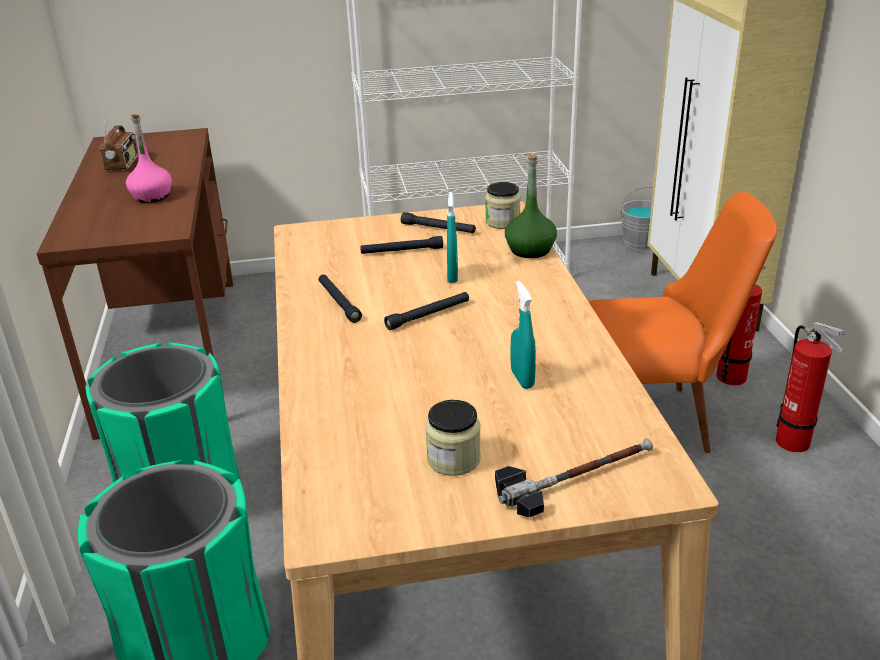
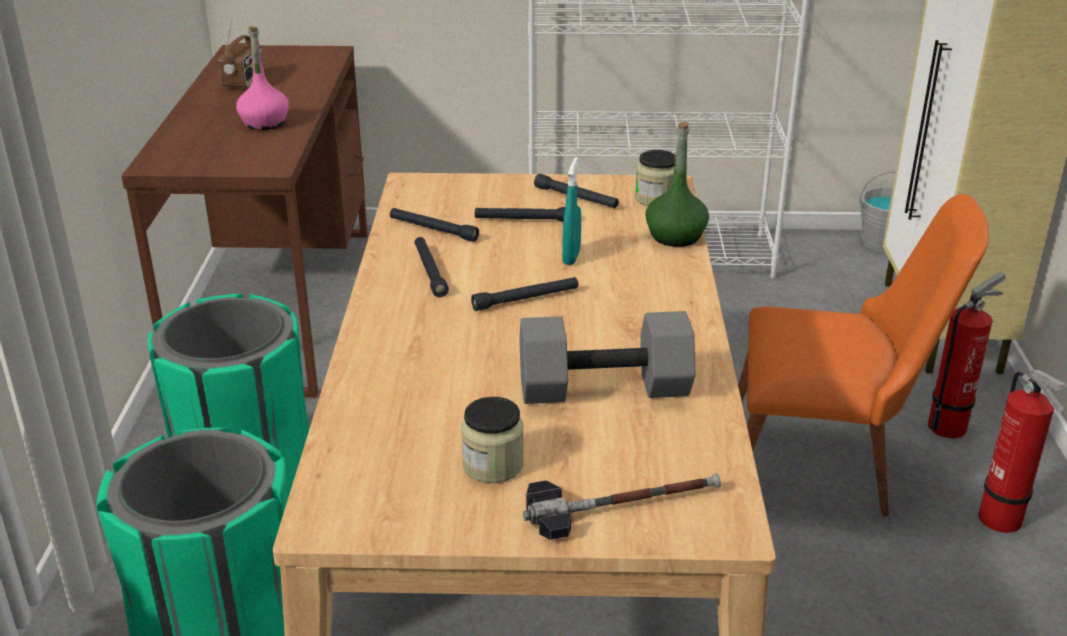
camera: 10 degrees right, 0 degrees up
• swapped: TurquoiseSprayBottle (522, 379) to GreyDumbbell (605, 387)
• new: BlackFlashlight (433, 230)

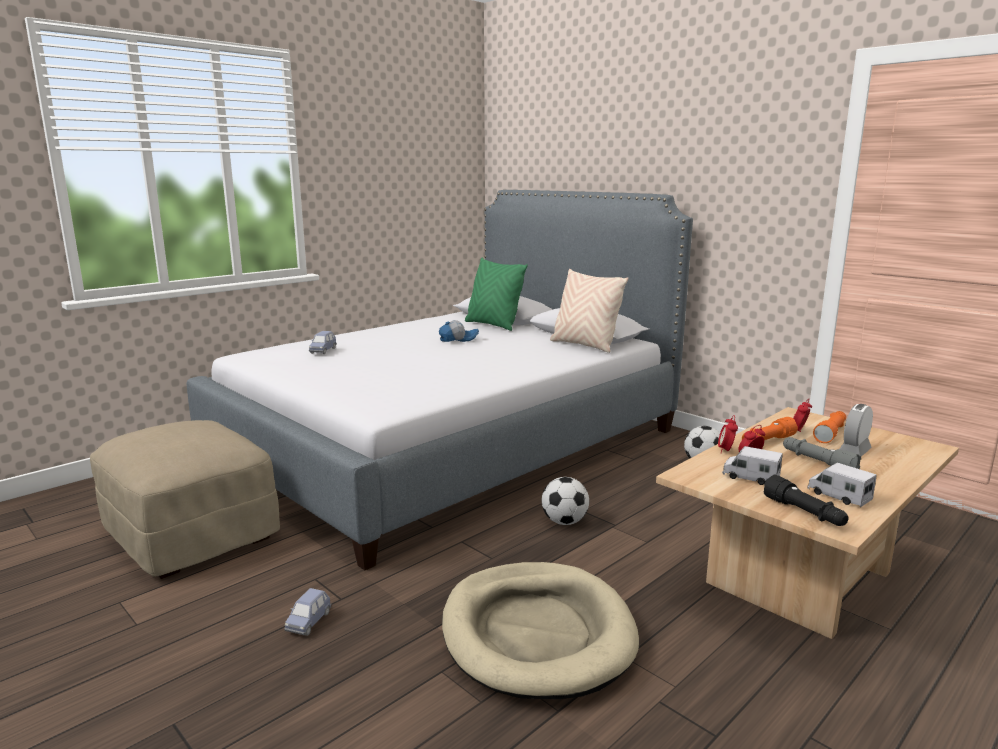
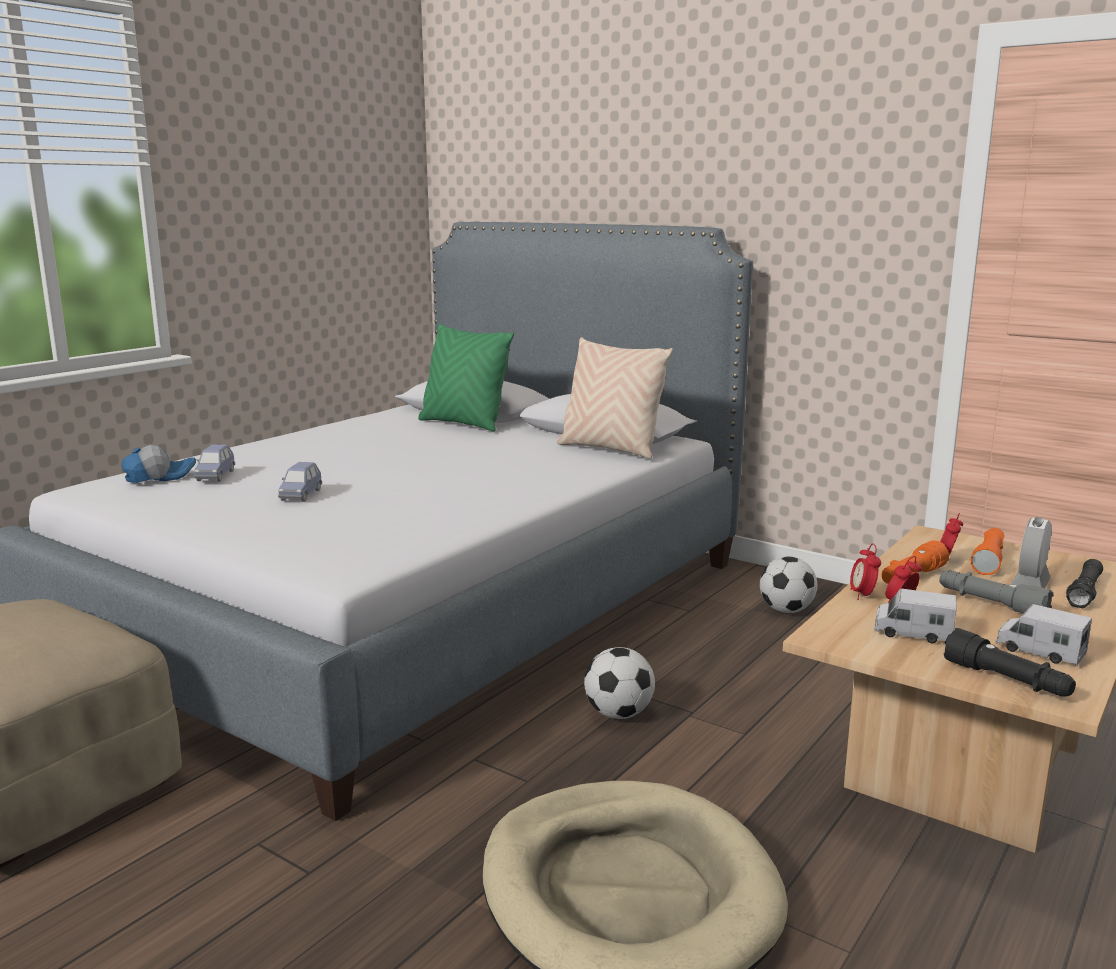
camera: 10 degrees left, 0 degrees up
• shifted: BlueToyCar (309, 622) to (301, 495)
• shifted: Cap (458, 339) to (160, 477)
• new: BlackFlashlight (1084, 592)

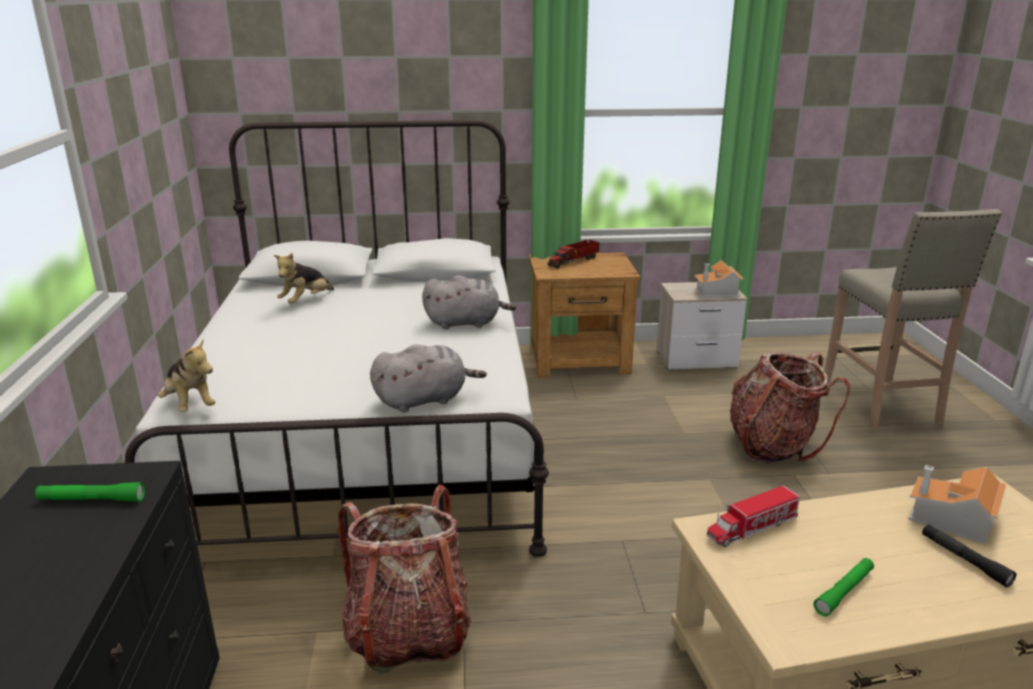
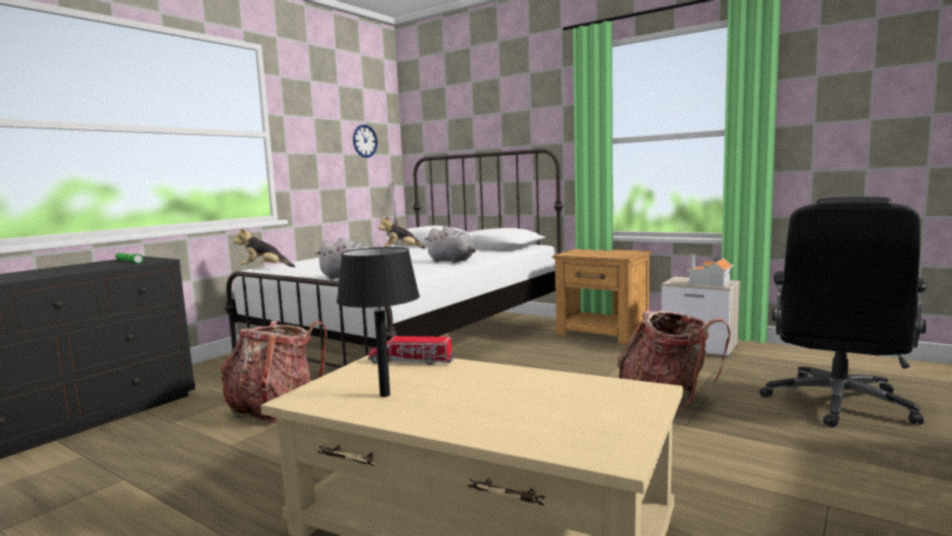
camera: 40 degrees right, 15 degrees down
• rotated: PlushToy (189, 405) = (264, 268) 90 degrees clockwise
• gone: ToyTruck (574, 261)
• swapped: GreenFlashlight (844, 592) to BlackTableLamp (385, 395)
• swapped: BeigeStool (881, 405) to BlackOfficeChair (837, 404)
• gone: ToyHouse (953, 520)
• gone: BlackFlashlight (964, 560)
• new: WallClock (365, 141)

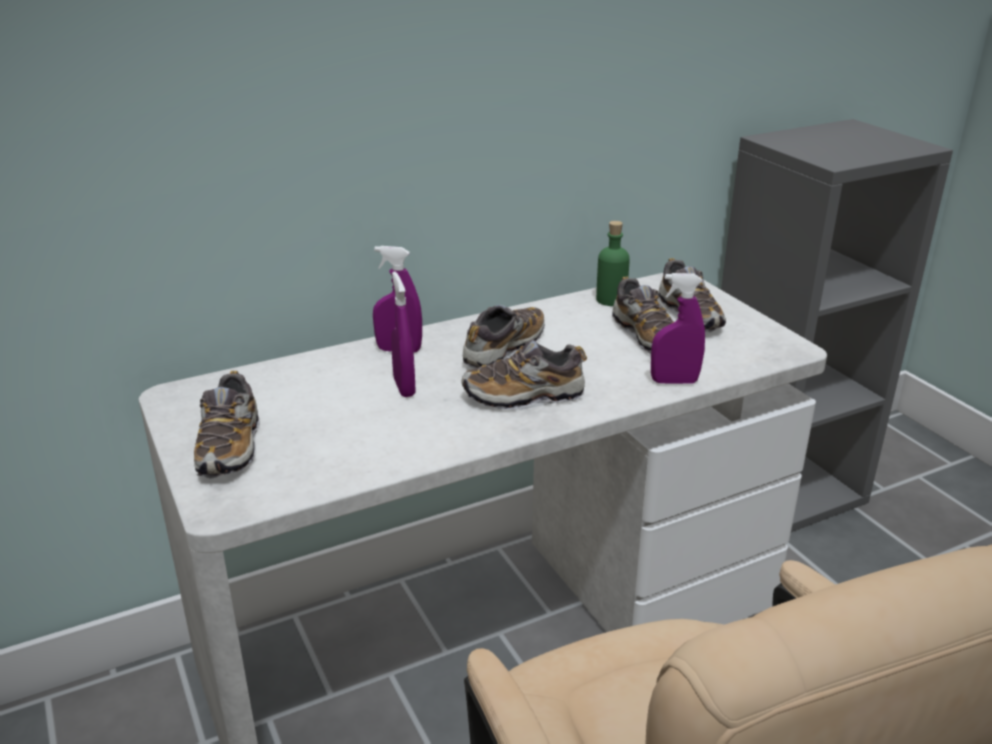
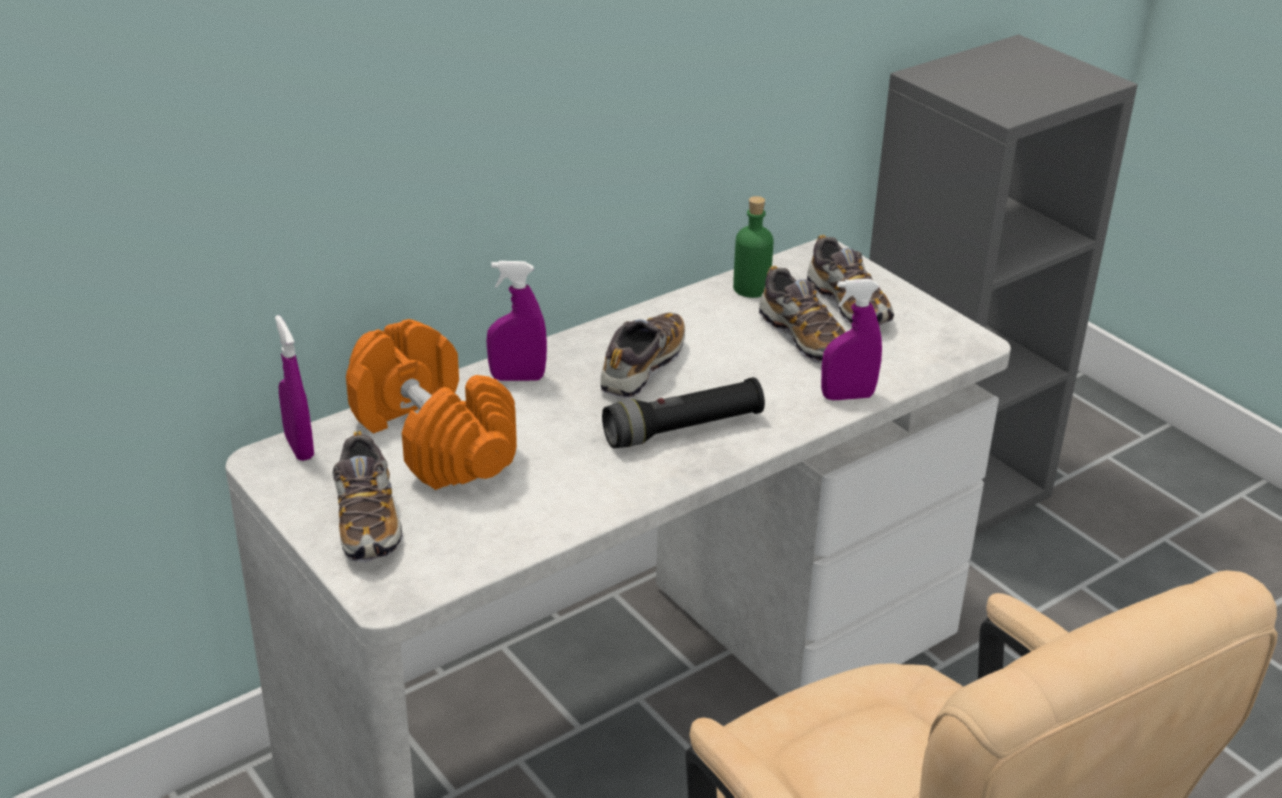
camera: 10 degrees left, 5 degrees up
• shifted: PurpleSprayBottle (404, 387) to (299, 447)
• swapped: Shoe (524, 396) to BlackFlashlight (683, 429)
• new: OrangeDumbbell (434, 439)

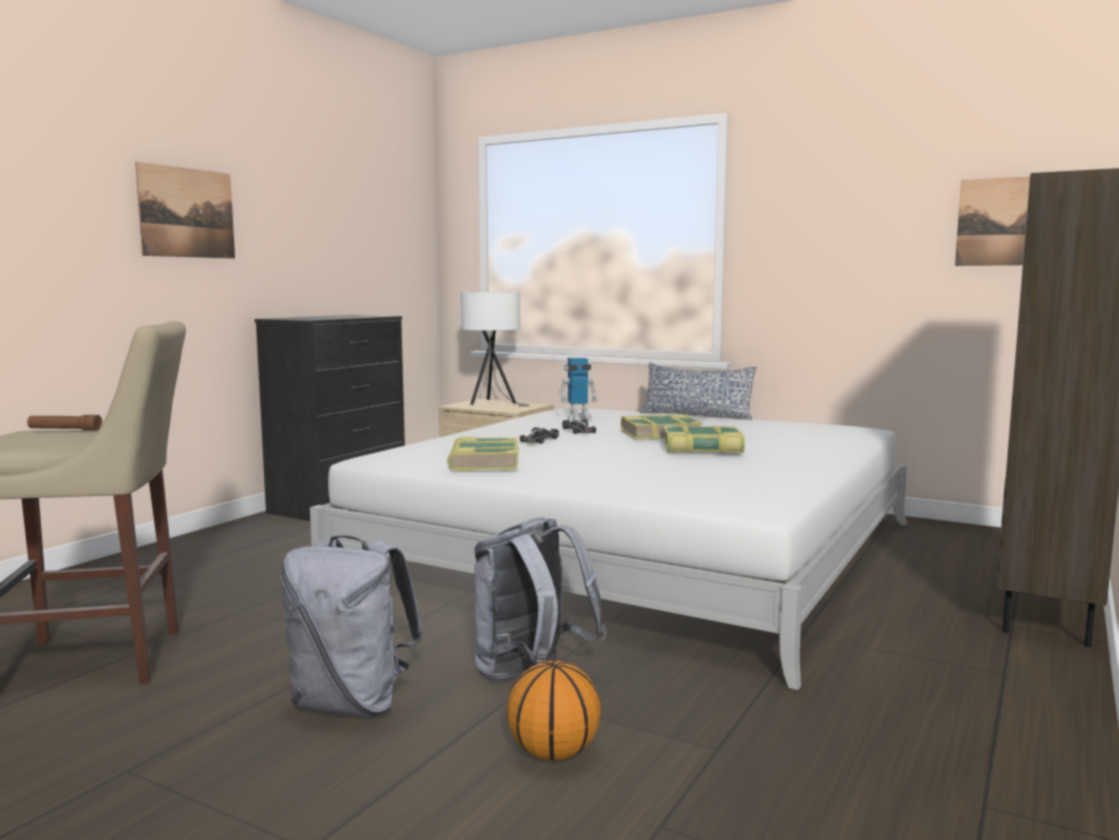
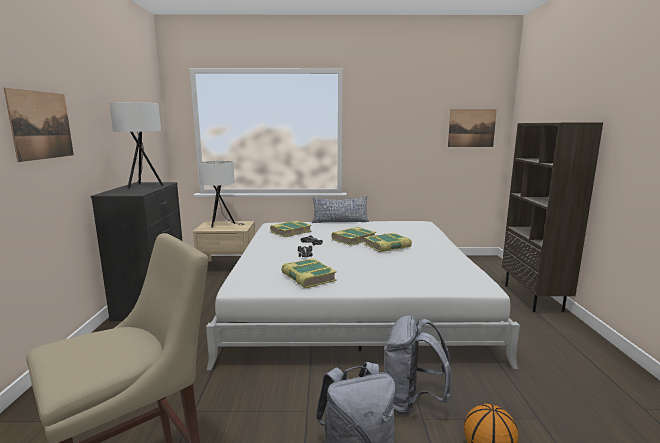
camera: 30 degrees left, 5 degrees up
• gone: BrownFlashlight (64, 429)
• swapped: ToyRobot (578, 418) to Book (290, 232)
• new: WhiteTableLamp (143, 186)

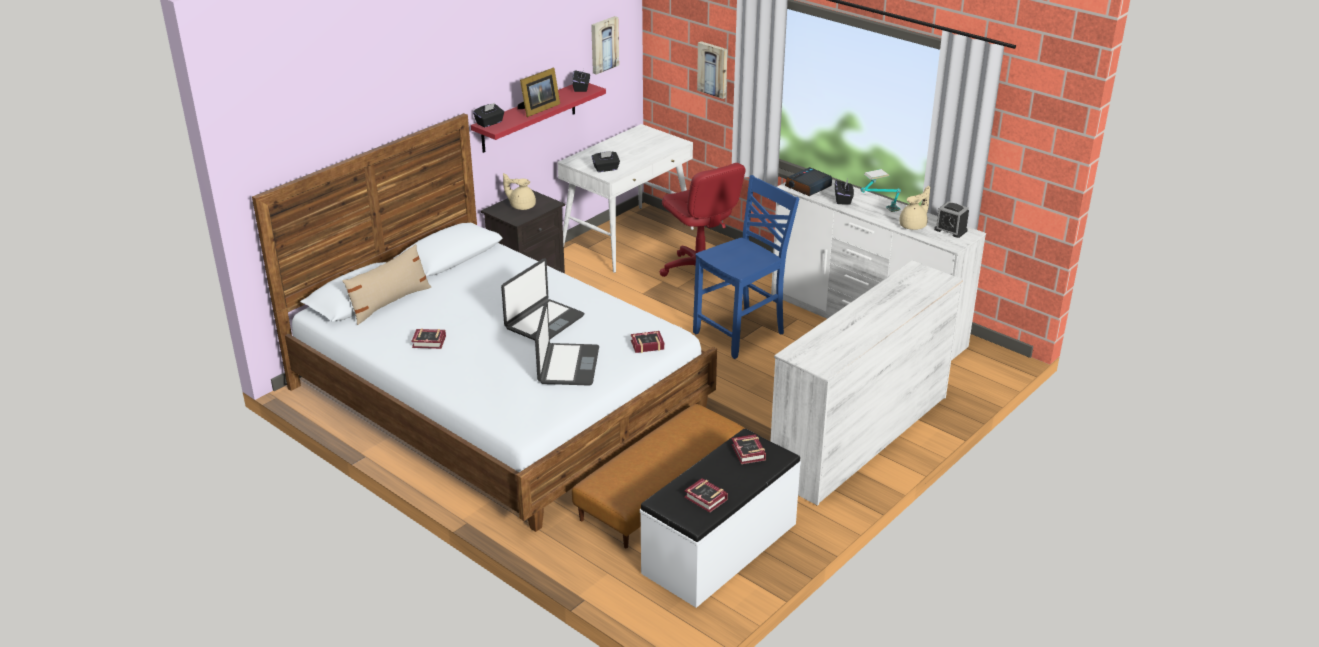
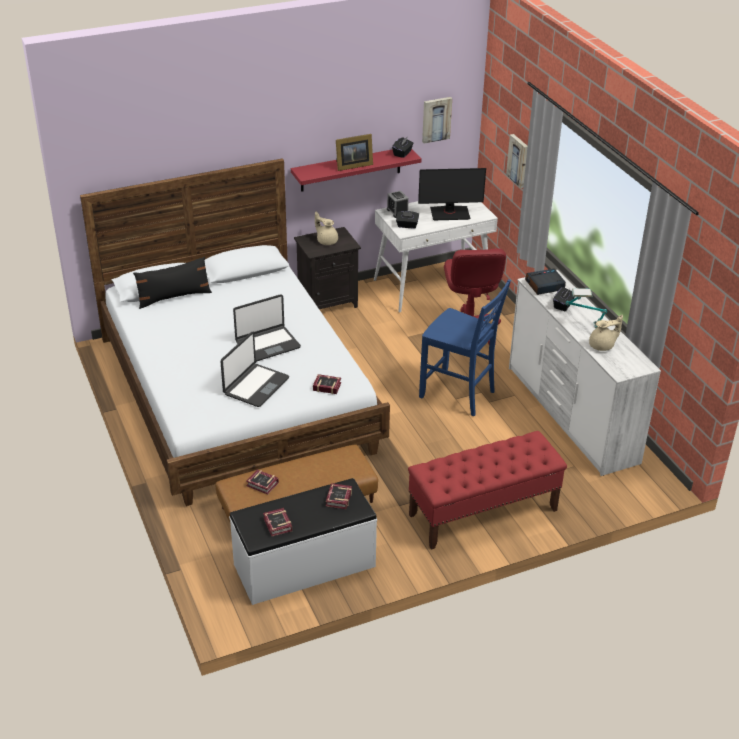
camera: 25 degrees right, 5 degrees up
• repainted: BeigePillow (389, 303) to BlackPillow (174, 297)
• shifted: Book (430, 342) to (263, 485)
• gone: BlackTissueBox (489, 123)
• rotated: BlueChair (741, 334) = (459, 394) 45 degrees clockwise
• swapped: WhiteDresser (859, 437) to RedBench (482, 513)
• shifted: AlarmClock (950, 230) to (397, 212)
• new: Monitor (450, 213)

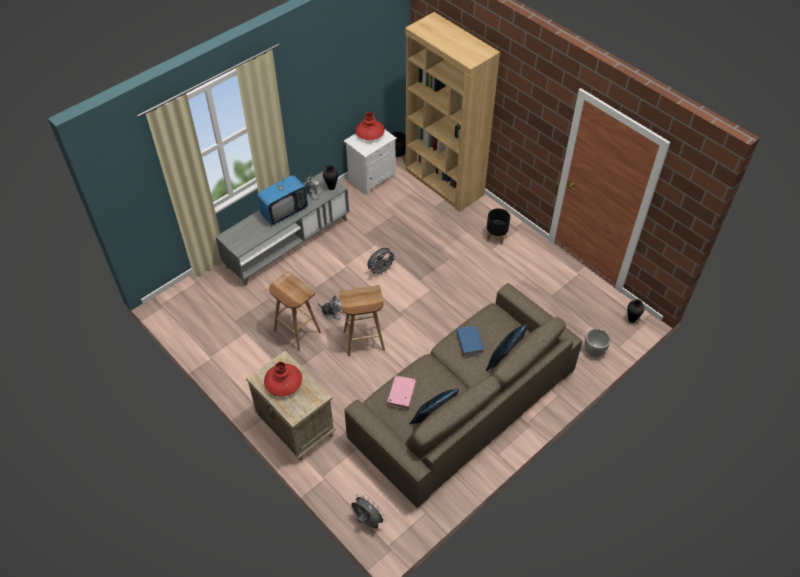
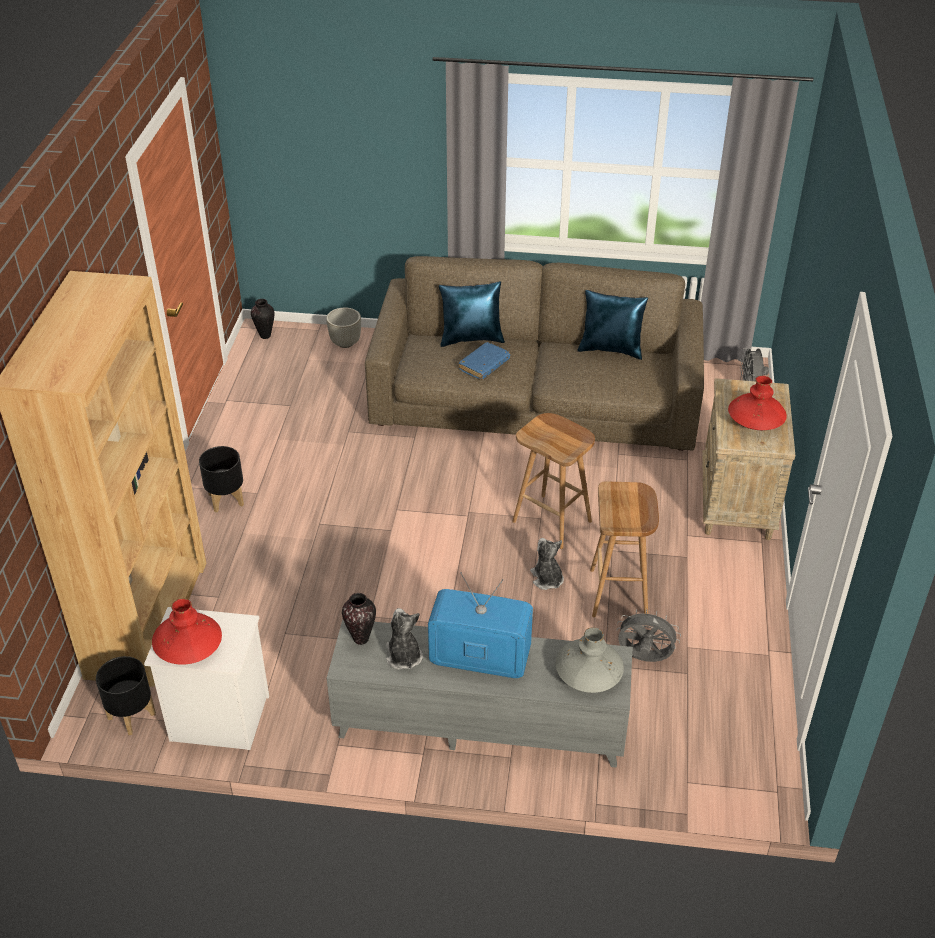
camera: 130 degrees left, 10 degrees down
• shifted: GreyFan (381, 271) to (644, 658)
• gone: PinkBook (401, 394)
• new: GreyVase (588, 673)

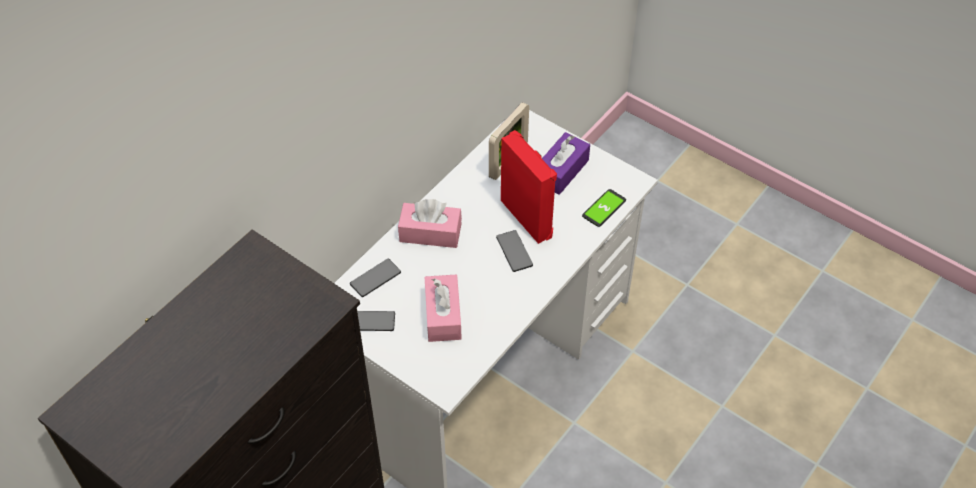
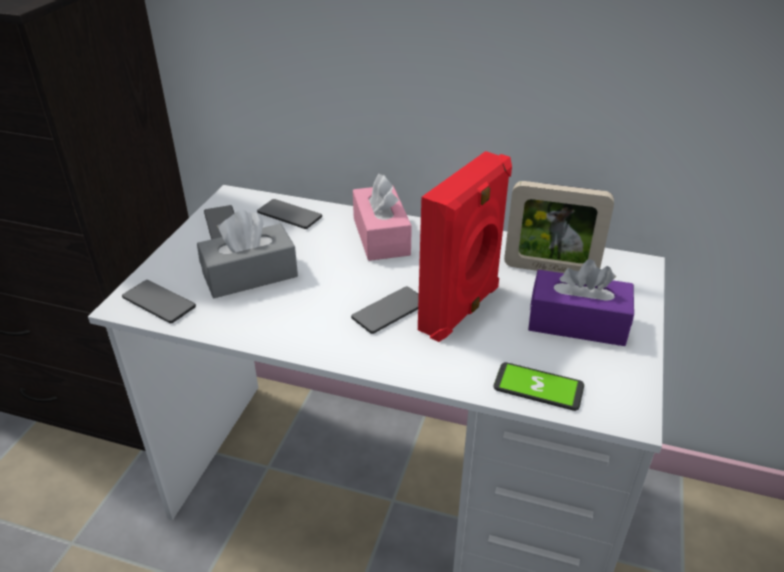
camera: 70 degrees right, 15 degrees down
• repainted: PinkTissueBox (443, 315) to GreyTissueBox (250, 275)
• new: Phone (159, 302)

